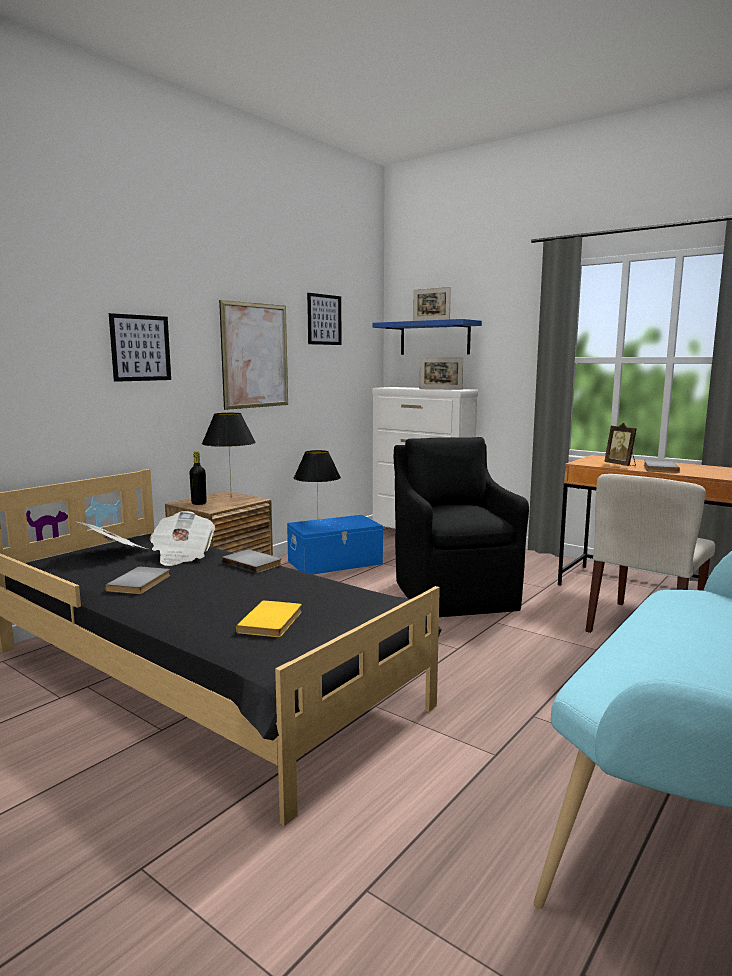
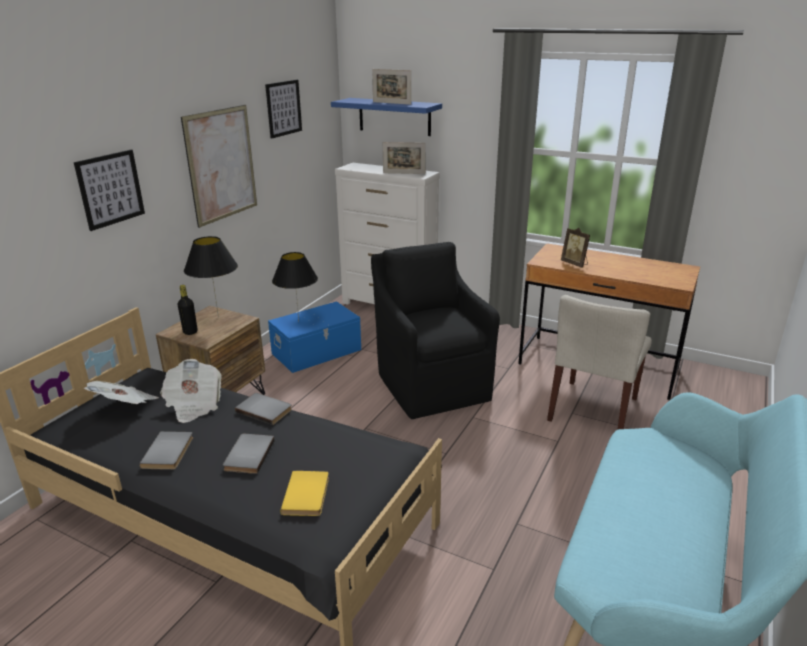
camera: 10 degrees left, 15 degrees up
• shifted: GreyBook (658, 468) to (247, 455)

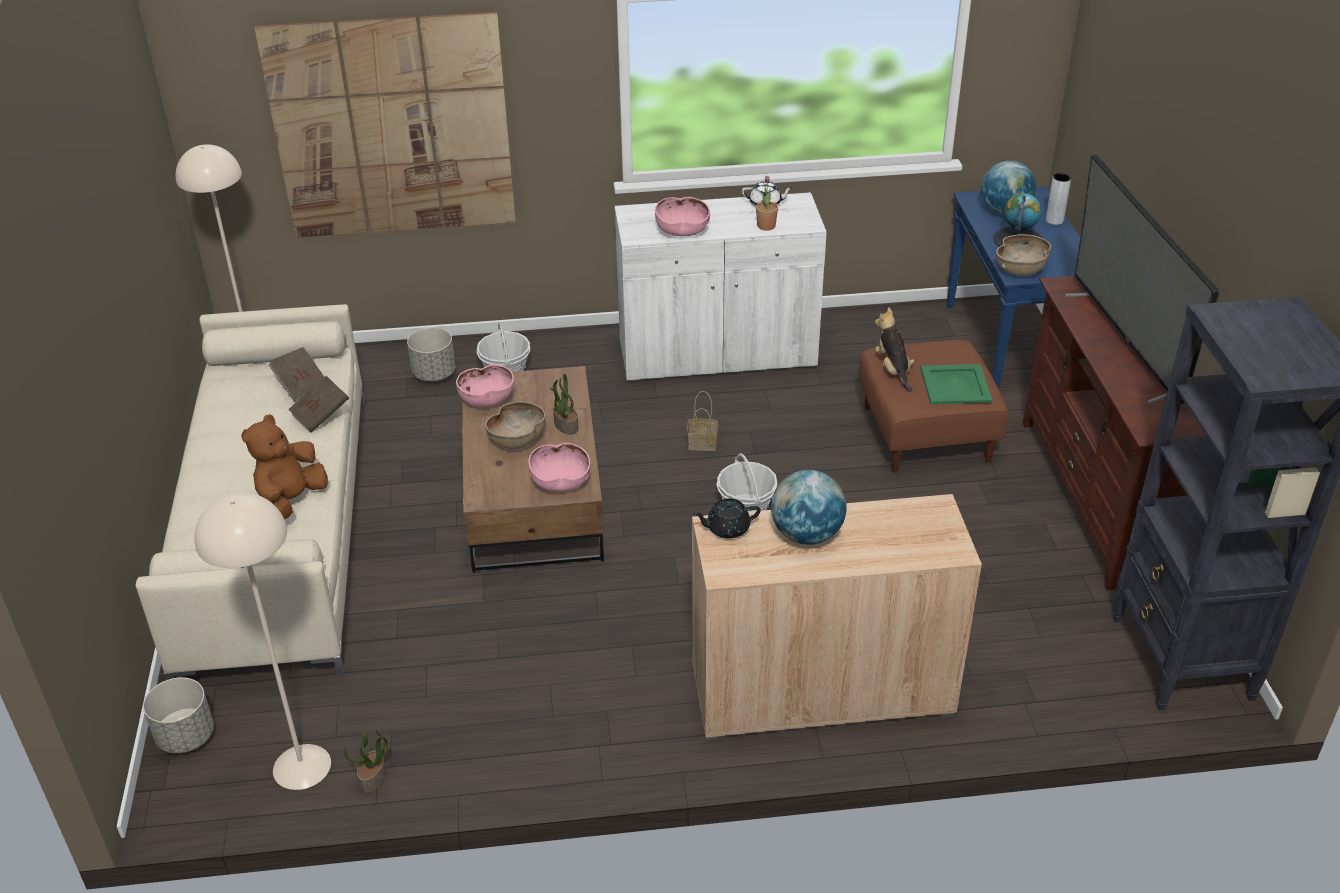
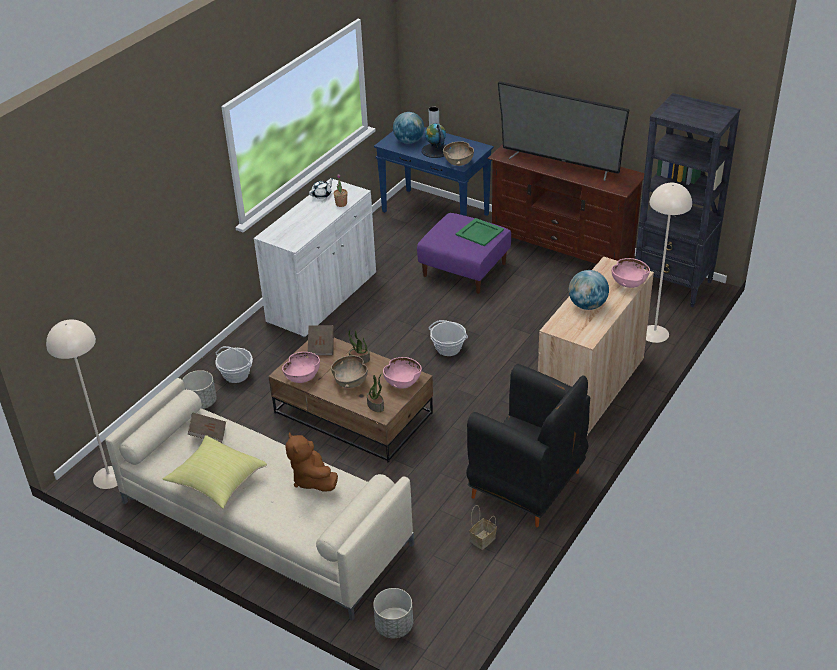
camera: 50 degrees left, 0 degrees up
• shifted: BeigeFloorLamp (301, 766) to (654, 333)
• gone: Picture (392, 128)
• shifted: BrownBook (321, 415) to (321, 347)
• shifted: PottedPlant (373, 778) to (376, 406)
• shifted: PinkBowl (682, 231) to (629, 282)
• shifted: Basket (701, 444) to (482, 540)
• gone: BlackTeapot (727, 528)
• repainted: BrownOttoman (927, 434) to PurpleOttoman (465, 269)
• gone: PlushToy (893, 370)
• new: YellowPillow (216, 482)
• new: BlackArmchair (528, 486)

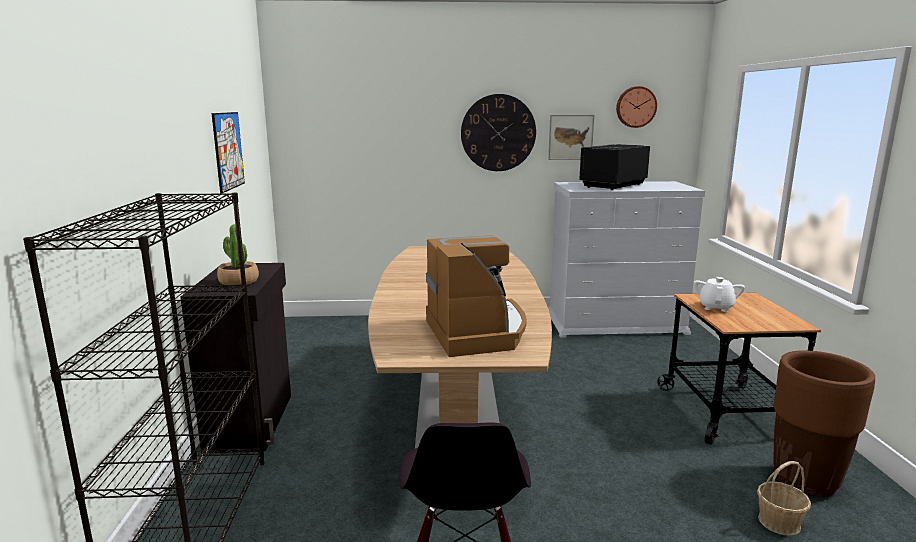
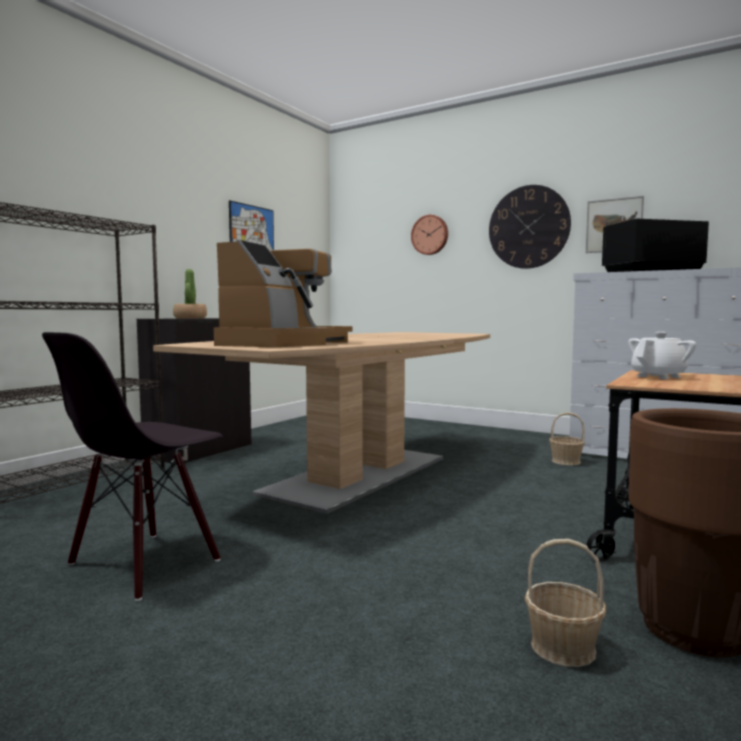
camera: 35 degrees right, 10 degrees down
• shifted: WallClock (635, 107) to (430, 235)
• new: Basket (565, 461)

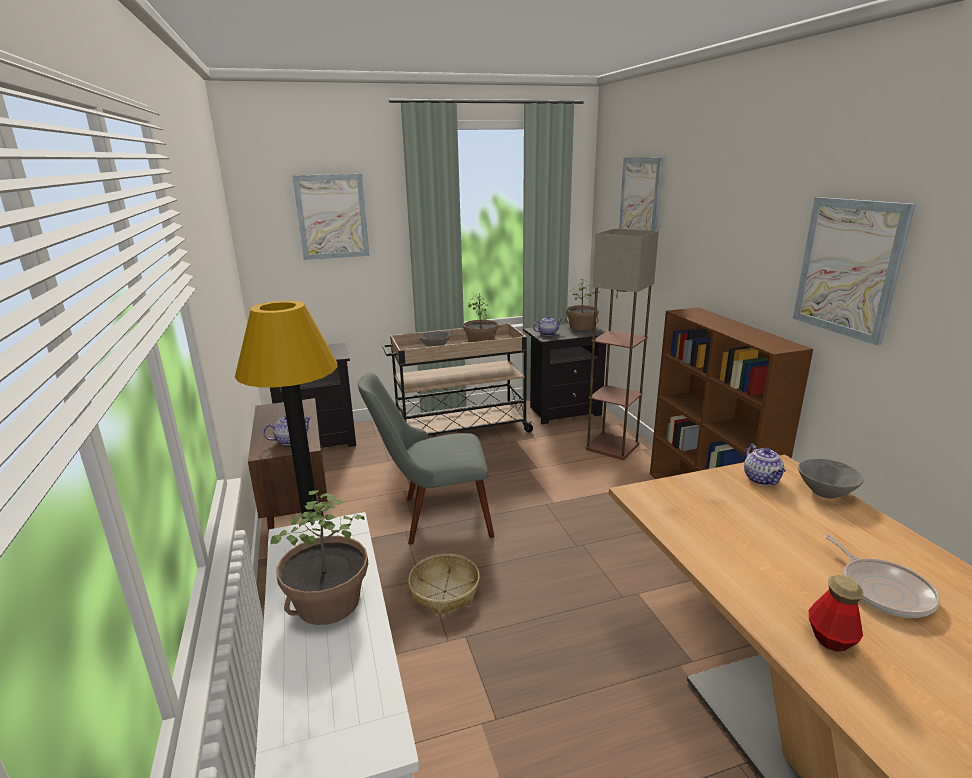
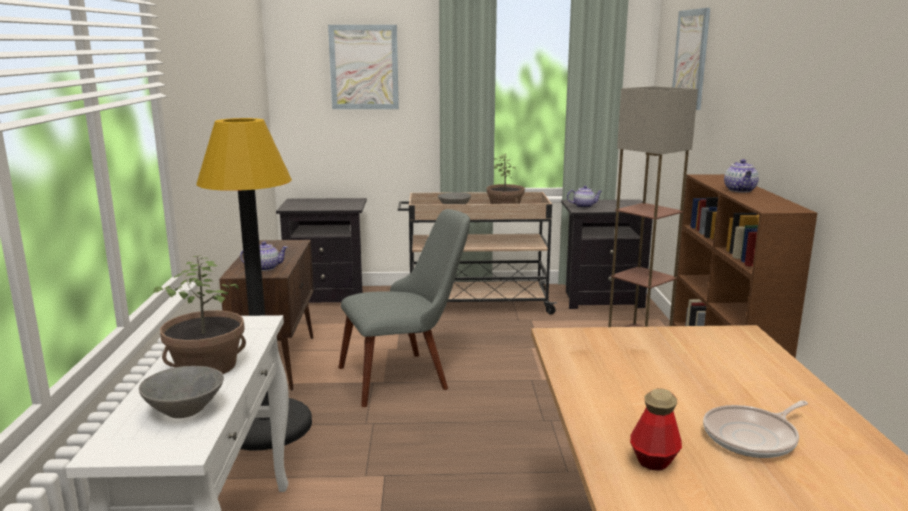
camera: 15 degrees right, 5 degrees down
• rotated: GreyChair (433, 518) = (406, 375) 150 degrees clockwise
• gone: Basket (444, 591)
• gone: PottedPlant (581, 327)
• shifted: Teapot (762, 480) to (740, 190)
• gone: Picture (848, 268)
• shifted: GreyBowl (826, 492) to (186, 411)
• rotated: FryingPan (883, 590) = (753, 437) 60 degrees clockwise

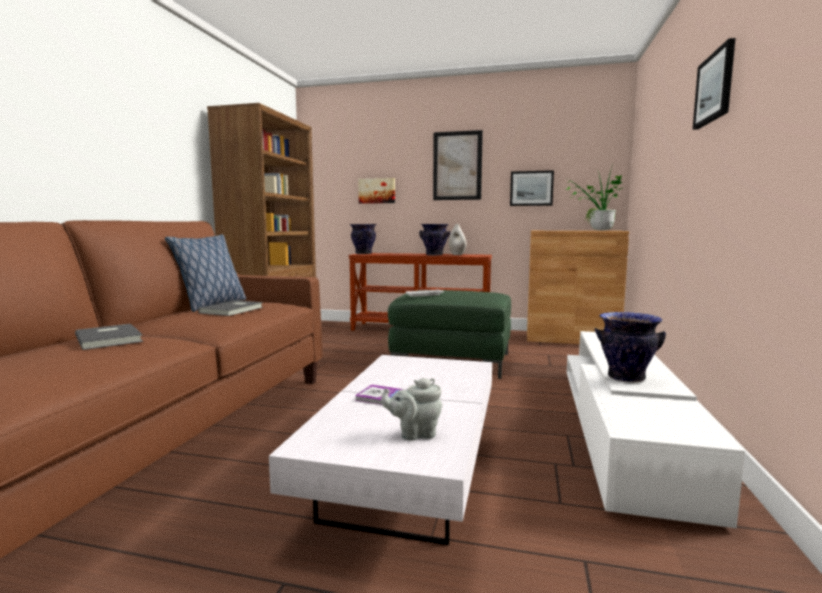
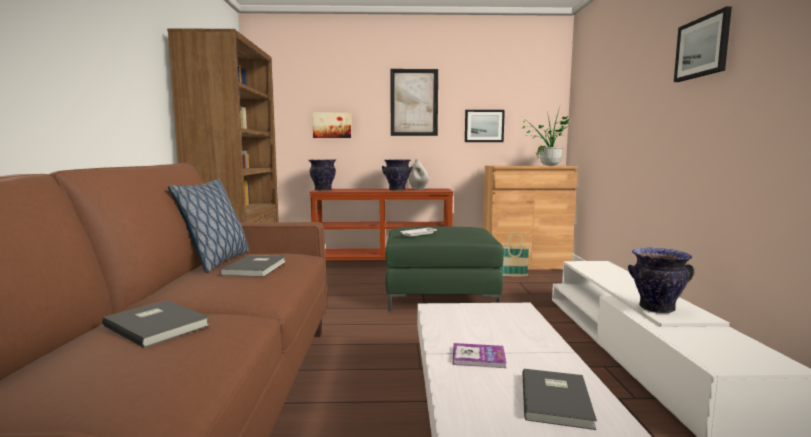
camera: 15 degrees left, 0 degrees up
• swapped: GreyTeapot (415, 434) to GreyBook (557, 399)
• new: Basket (513, 276)

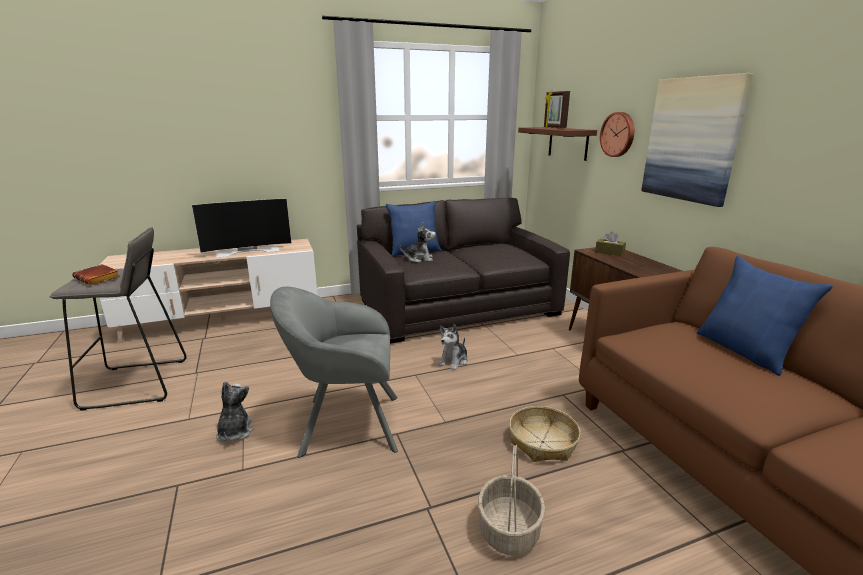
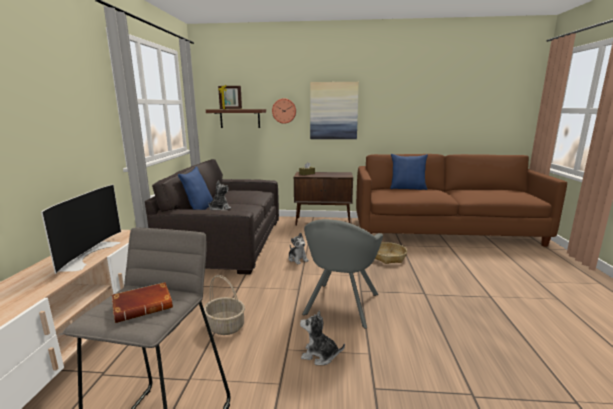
camera: 65 degrees left, 5 degrees down
• shifted: Basket (509, 531) to (226, 326)

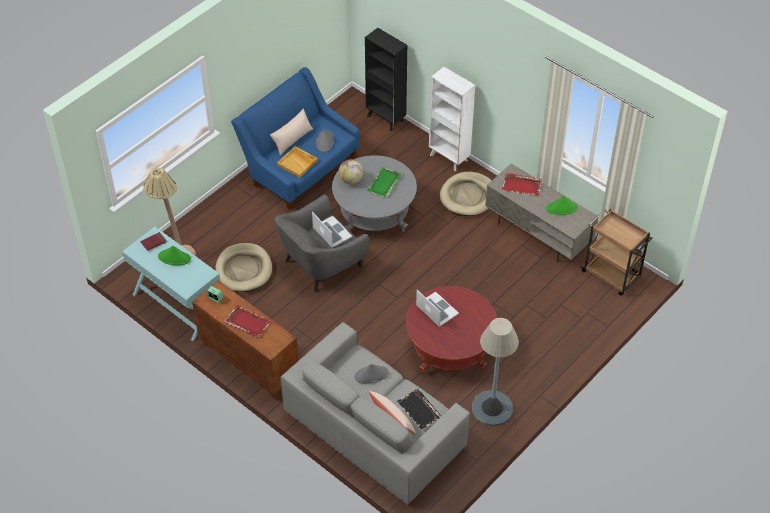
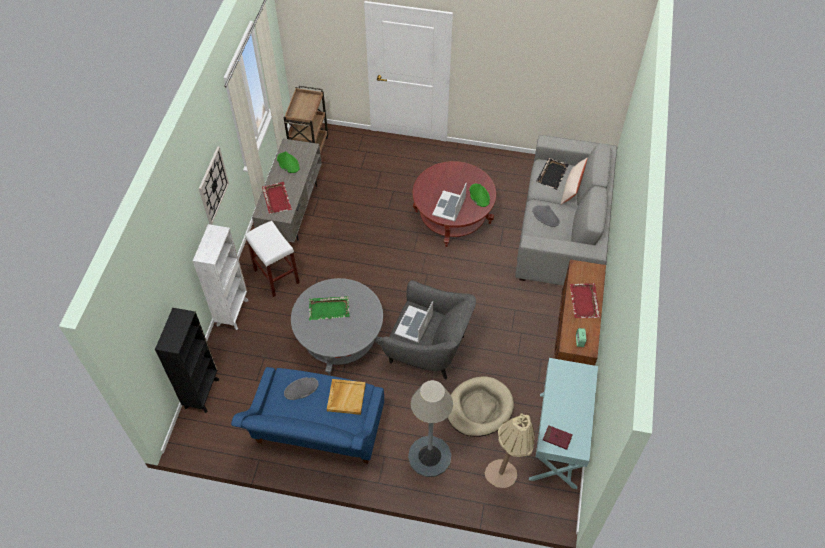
camera: 120 degrees left, 5 degrees up
• shifted: GreenHat (174, 258) to (479, 195)
• gone: BeigePillow (292, 139)
• gone: Globe (351, 180)
• swapped: BeigeDogBed (468, 196) to WhiteStool (276, 276)
• shifted: GreyFloorLamp (492, 408) to (429, 456)
• new: WallClock (213, 185)

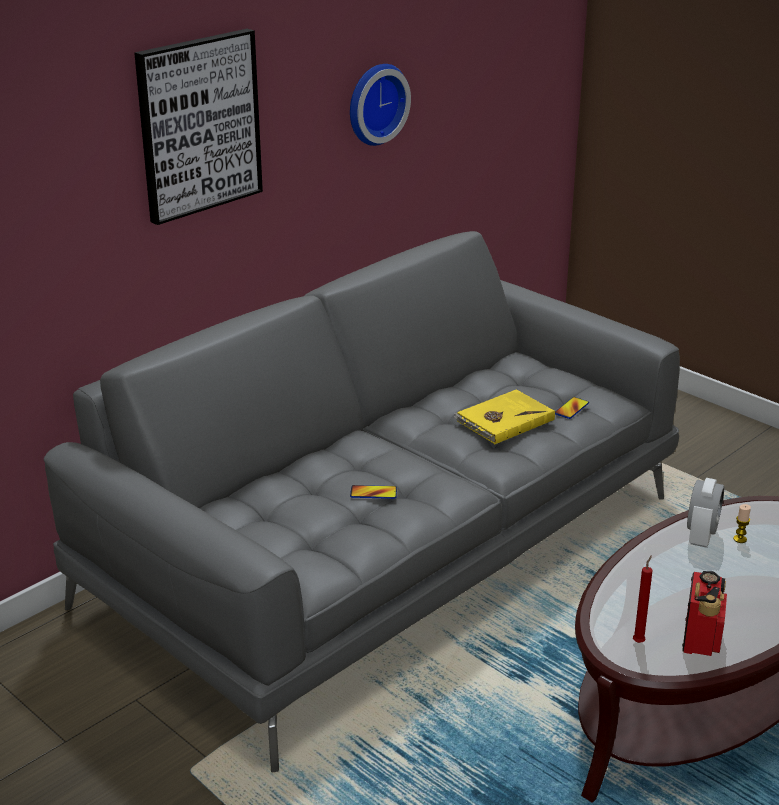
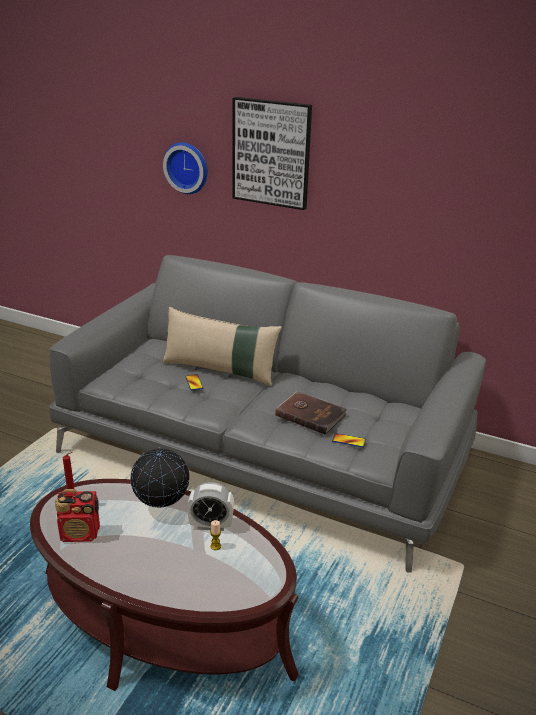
camera: 70 degrees right, 0 degrees up
• shifted: WallClock (374, 103) to (187, 167)
• repainted: YellowBook (503, 420) to BrownBook (310, 414)
• new: Globe (162, 506)
• new: BeigePillow (220, 370)

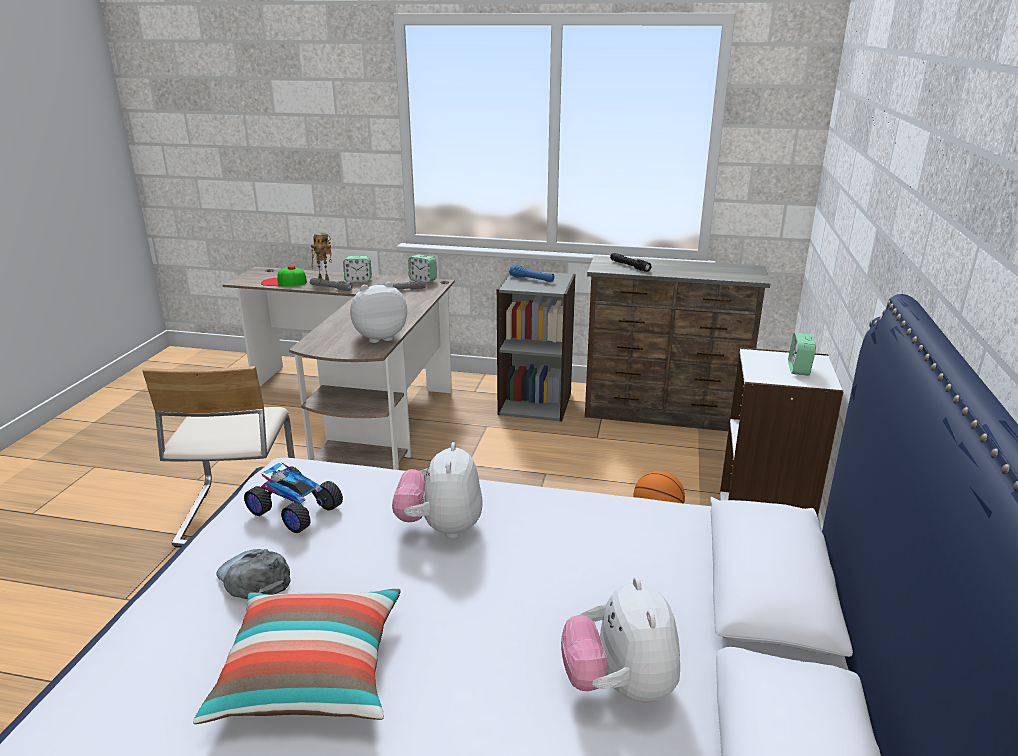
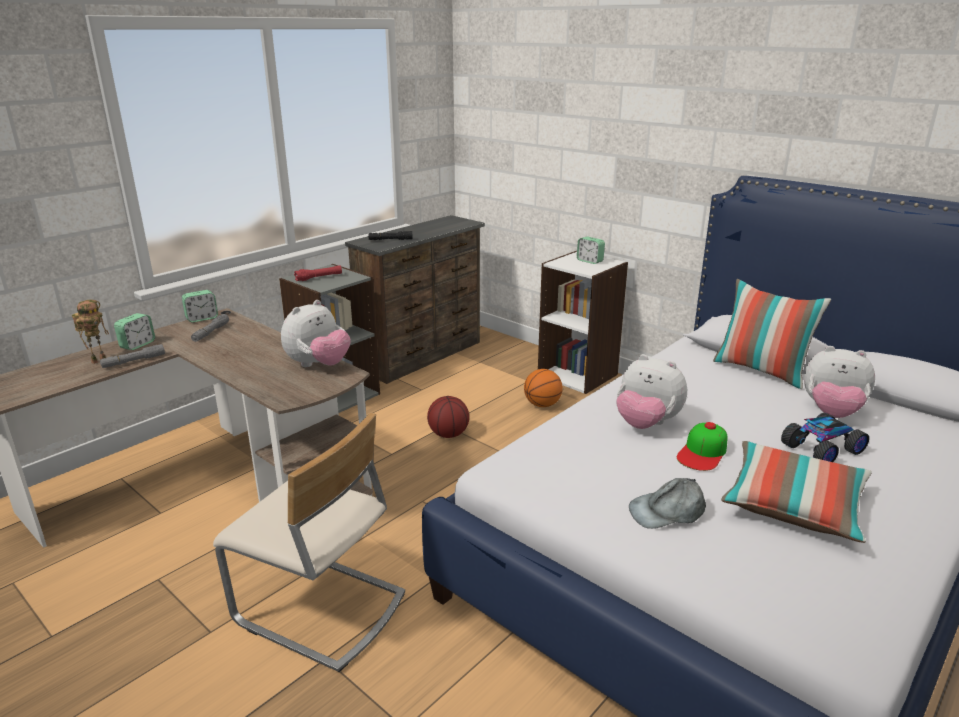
camera: 60 degrees left, 0 degrees up
• shifted: ToyCar (294, 510) to (823, 449)
• shifted: Cap (284, 282) to (702, 452)
• rotated: PlushToy (379, 337) = (318, 365) 150 degrees counterclockwise
• repainted: BlueFlashlight (531, 279) to RedFlashlight (319, 277)
• new: Basketball (448, 434)
• new: Pillow (761, 371)

